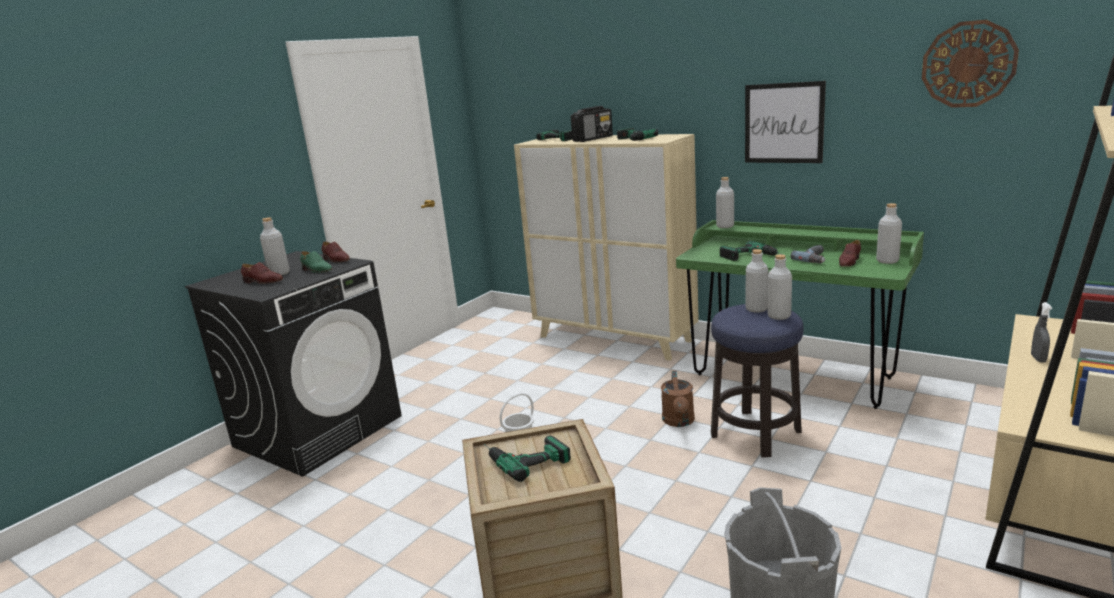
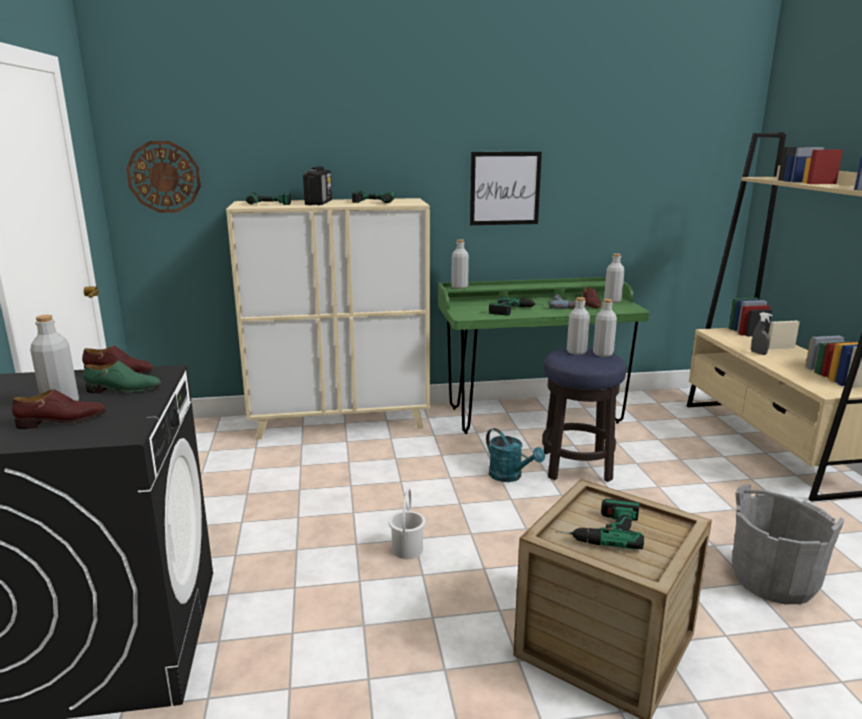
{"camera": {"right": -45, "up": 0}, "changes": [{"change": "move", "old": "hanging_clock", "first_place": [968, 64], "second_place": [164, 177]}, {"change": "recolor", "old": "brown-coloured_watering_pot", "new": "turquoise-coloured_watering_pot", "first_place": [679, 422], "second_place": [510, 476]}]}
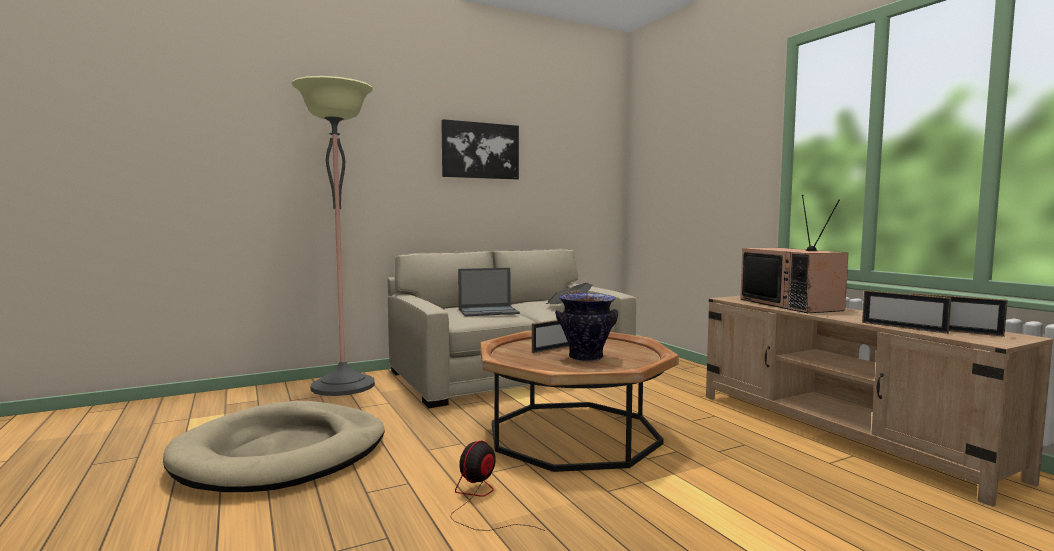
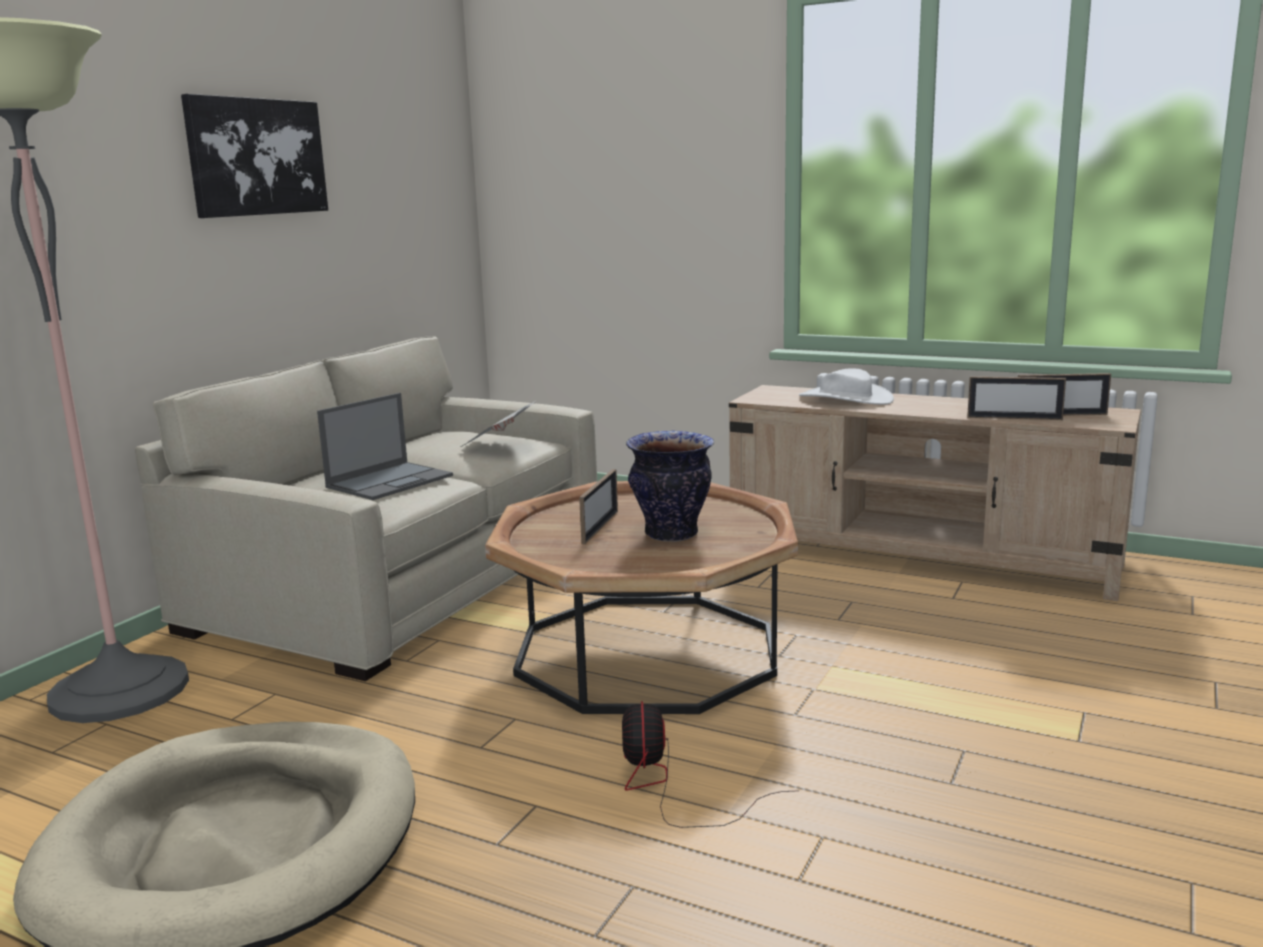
{"camera": {"right": -35, "up": 10}, "changes": [{"change": "replace", "old": "television", "new": "white_hat", "first_place": [792, 305], "second_place": [845, 399]}]}
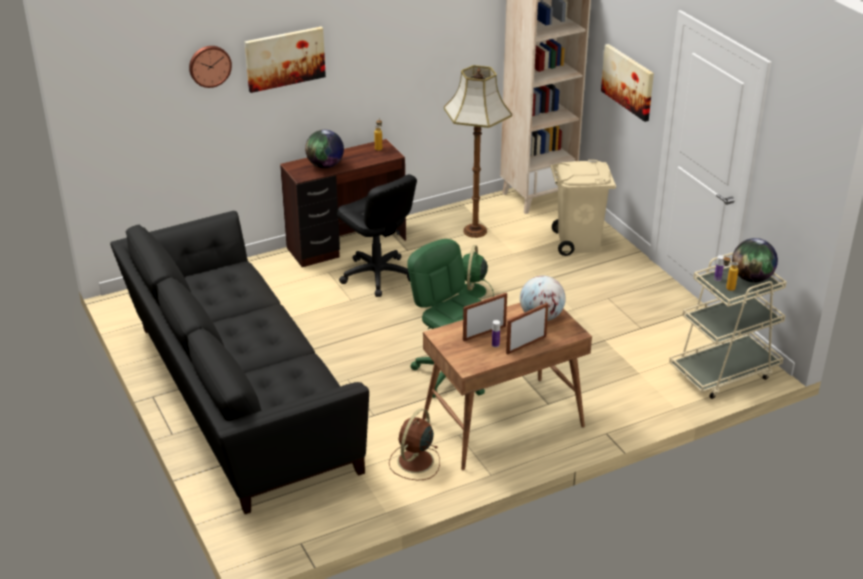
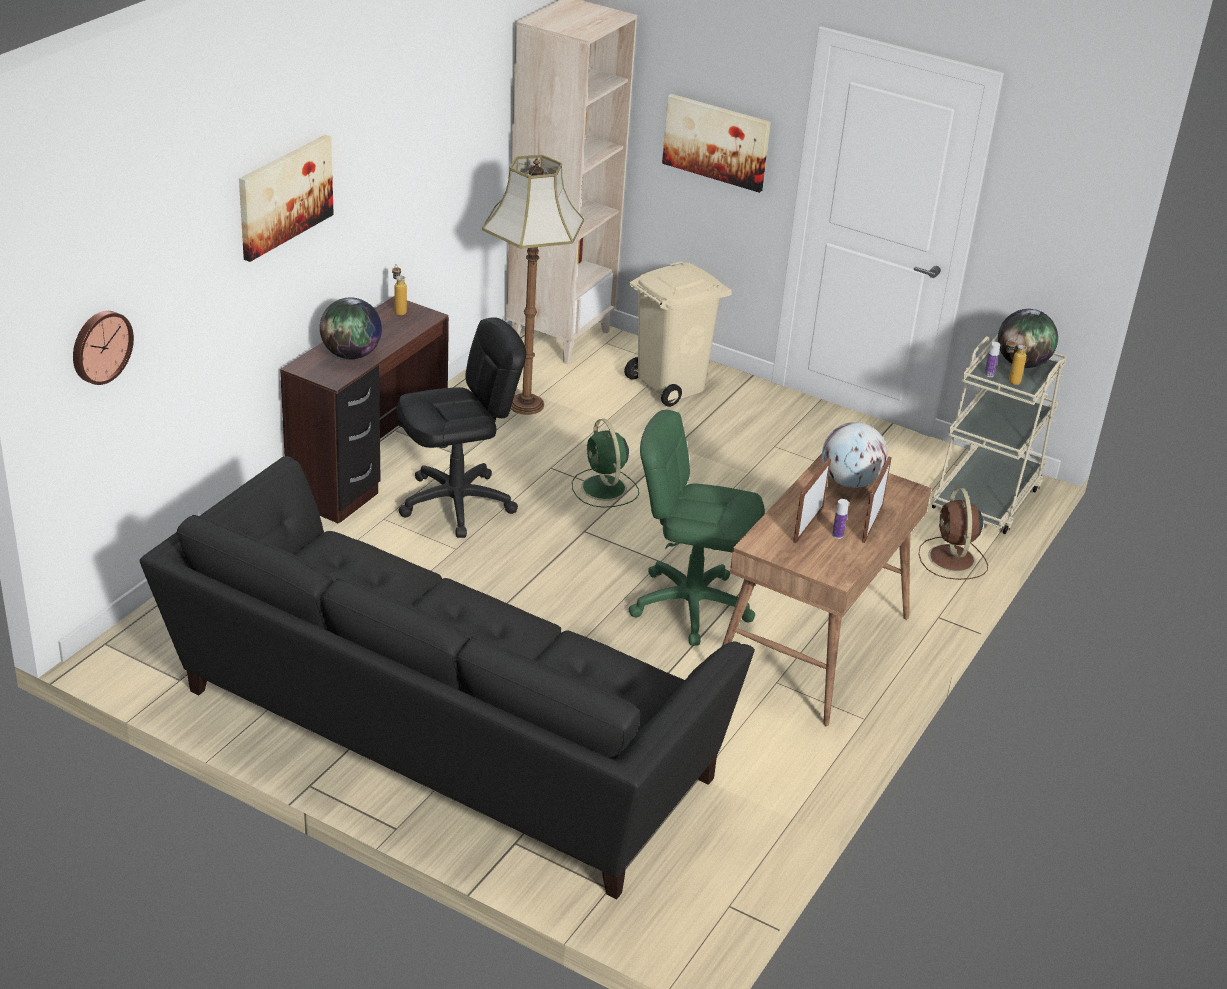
{"camera": {"right": -35, "up": 0}, "changes": [{"change": "move", "old": "hanging_clock", "first_place": [209, 65], "second_place": [100, 346]}, {"change": "move", "old": "brown-coloured_fan", "first_place": [414, 462], "second_place": [952, 560]}, {"change": "rotate", "old": "black_computer_chair", "first_place": [377, 275], "second_place": [457, 503], "degrees": -45}]}
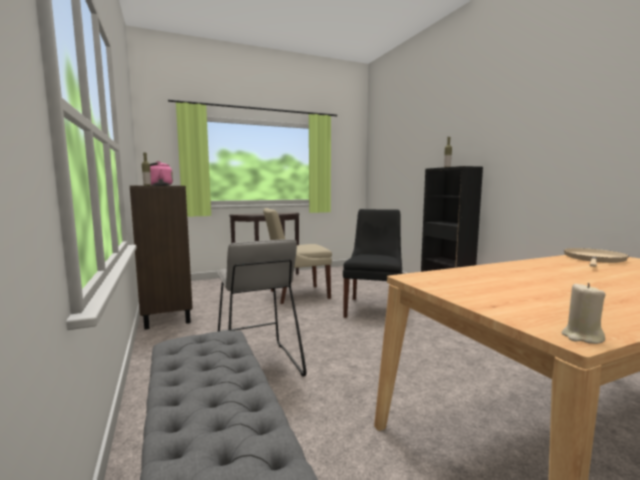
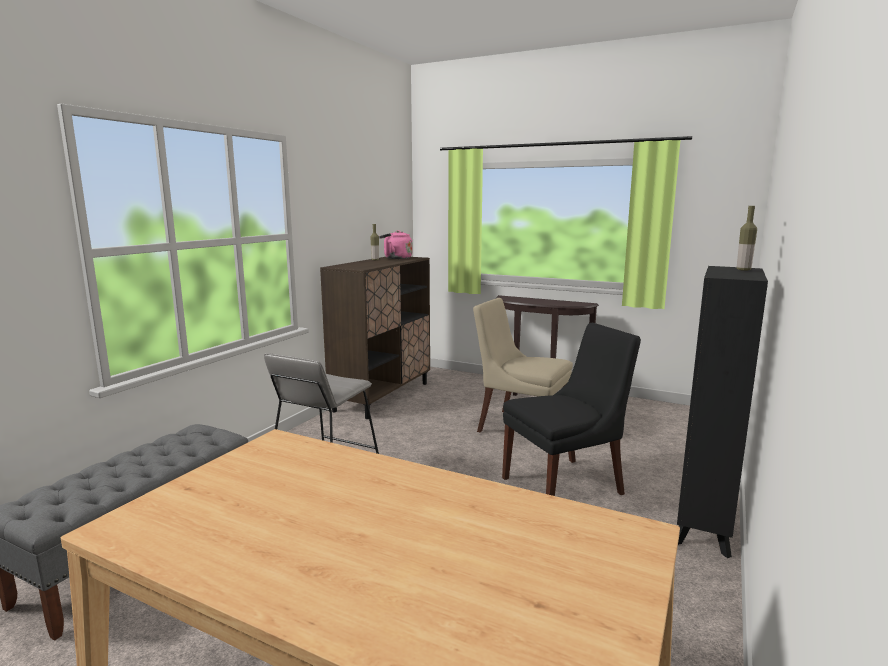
{"camera": {"right": 50, "up": 5}, "changes": [{"change": "delete", "old": "beige-coloured_wax_candle", "first_place": [581, 337]}, {"change": "delete", "old": "beige-coloured_pan", "first_place": [594, 259]}]}
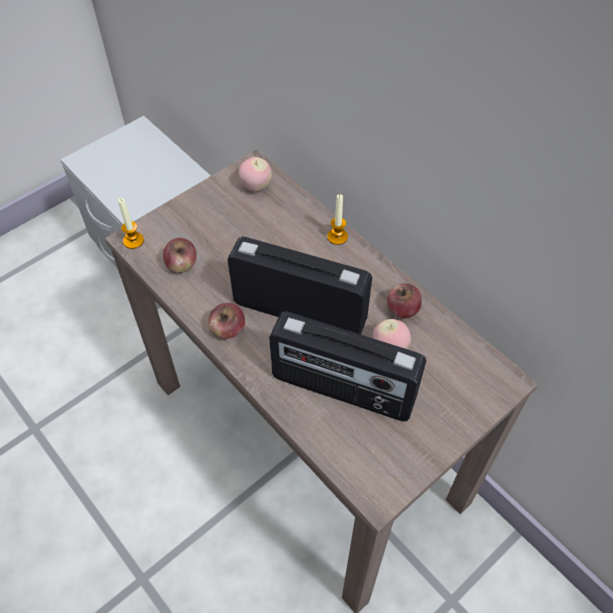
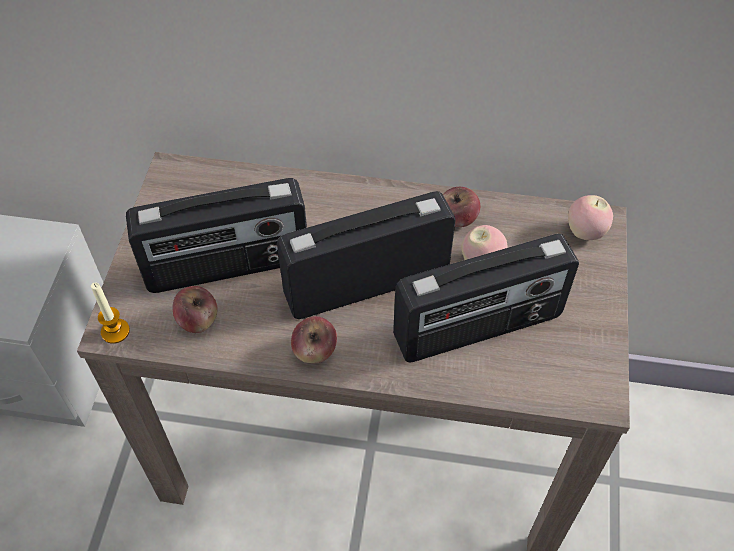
{"camera": {"right": -40, "up": 0}, "changes": [{"change": "delete", "old": "wax_candle", "first_place": [337, 237]}, {"change": "insert", "new": "radio_receiver", "second_place": [228, 267]}, {"change": "move", "old": "whole_apple", "first_place": [256, 186], "second_place": [585, 232]}]}
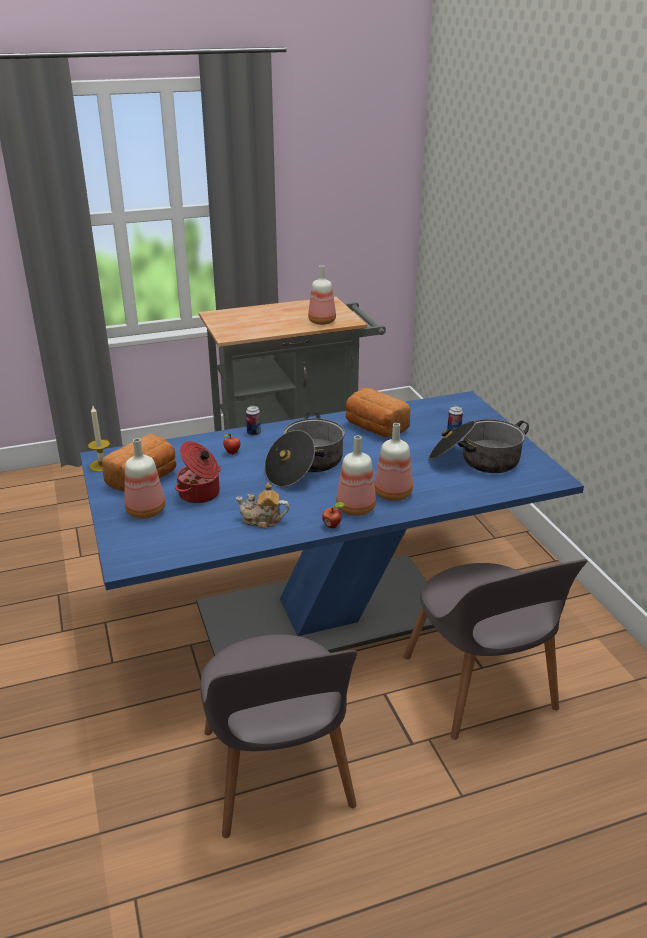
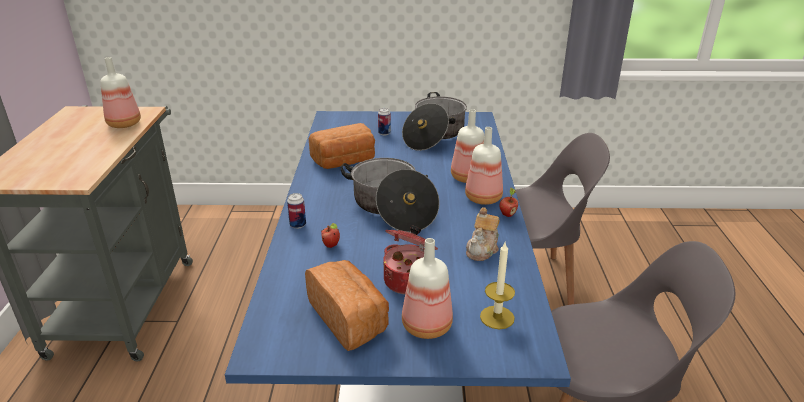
{"camera": {"right": -70, "up": 0}, "changes": [{"change": "move", "old": "wax_candle", "first_place": [102, 465], "second_place": [497, 317]}]}
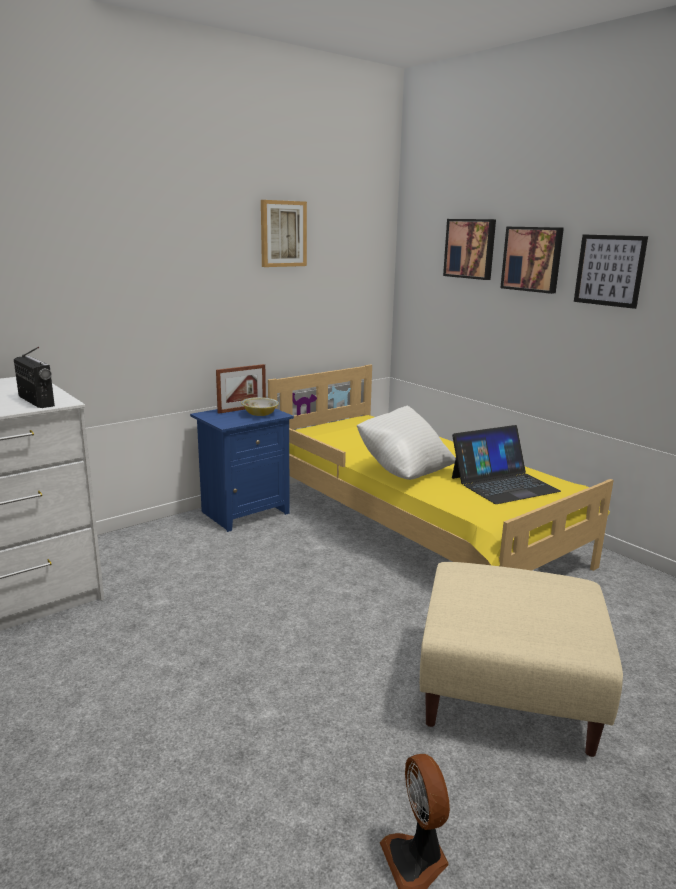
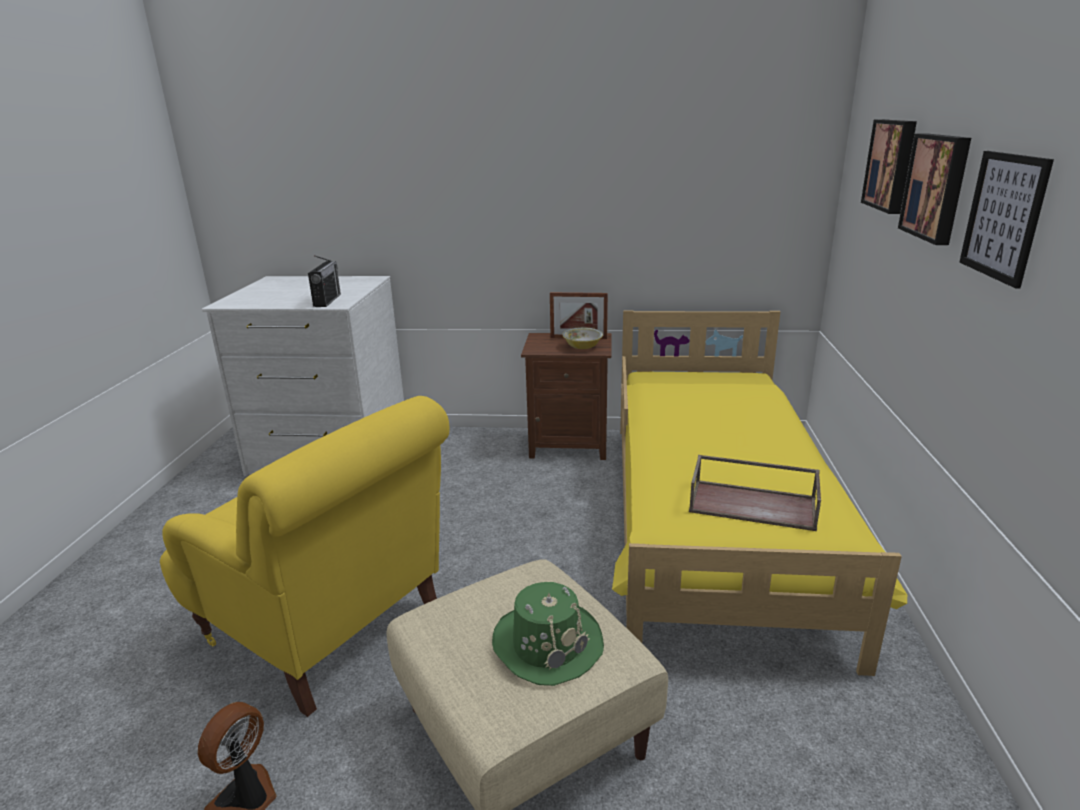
{"camera": {"right": 45, "up": 5}, "changes": [{"change": "delete", "old": "wall_picture", "first_place": [283, 234]}, {"change": "delete", "old": "white_pillow", "first_place": [404, 470]}, {"change": "insert", "new": "yellow_lounge_chair", "second_place": [327, 627]}, {"change": "insert", "new": "green-coloured_hat", "second_place": [547, 644]}, {"change": "replace", "old": "notebook_computer", "new": "brown-coloured_serving_tray", "first_place": [503, 484], "second_place": [754, 504]}, {"change": "recolor", "old": "blue_night_table", "new": "brown-coloured_night_table", "first_place": [244, 512], "second_place": [569, 444]}]}
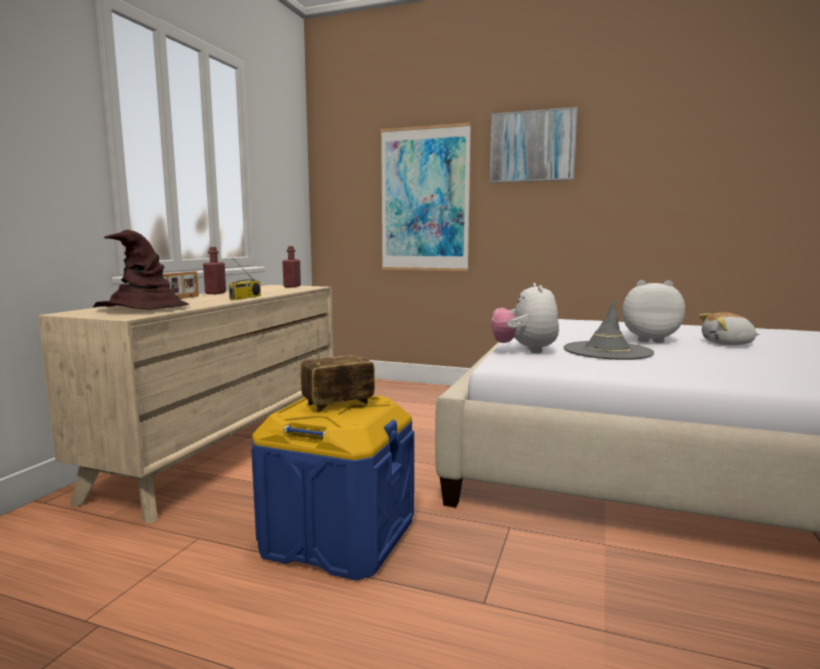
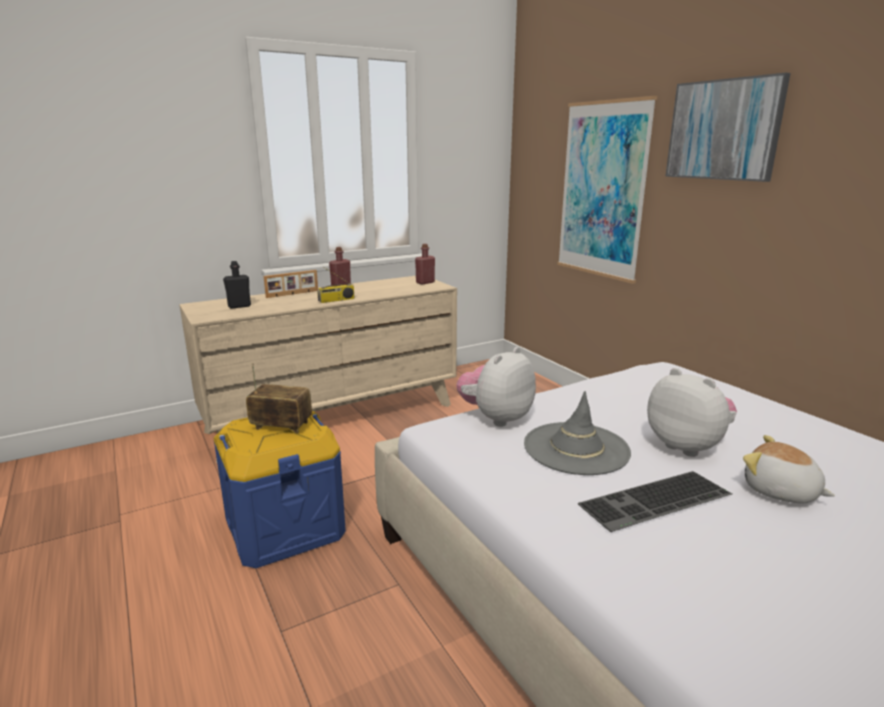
{"camera": {"right": 40, "up": 10}, "changes": [{"change": "insert", "new": "PC_keyboard", "second_place": [656, 502]}, {"change": "replace", "old": "brown-coloured_hat", "new": "black_drink_bottle", "first_place": [141, 308], "second_place": [239, 306]}]}
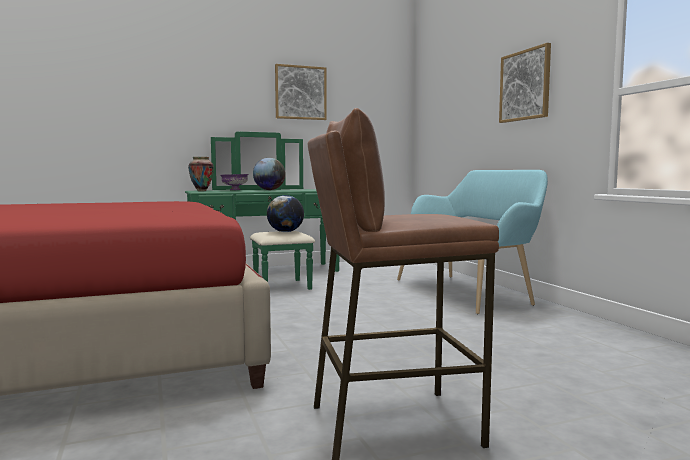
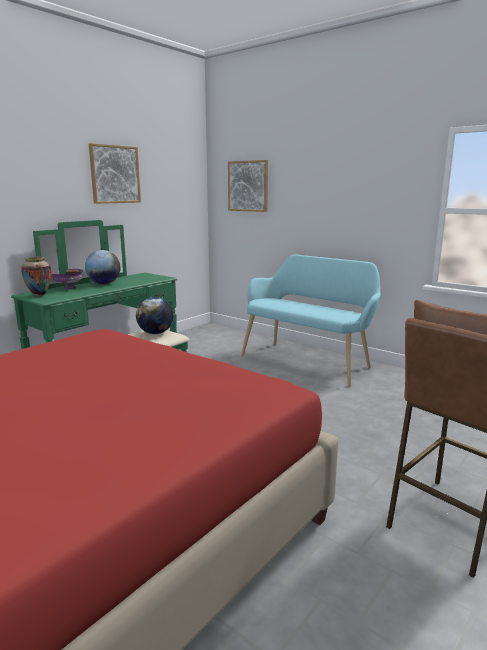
{"camera": {"right": -30, "up": 10}, "changes": [{"change": "move", "old": "wall_picture", "first_place": [525, 85], "second_place": [248, 186]}]}
